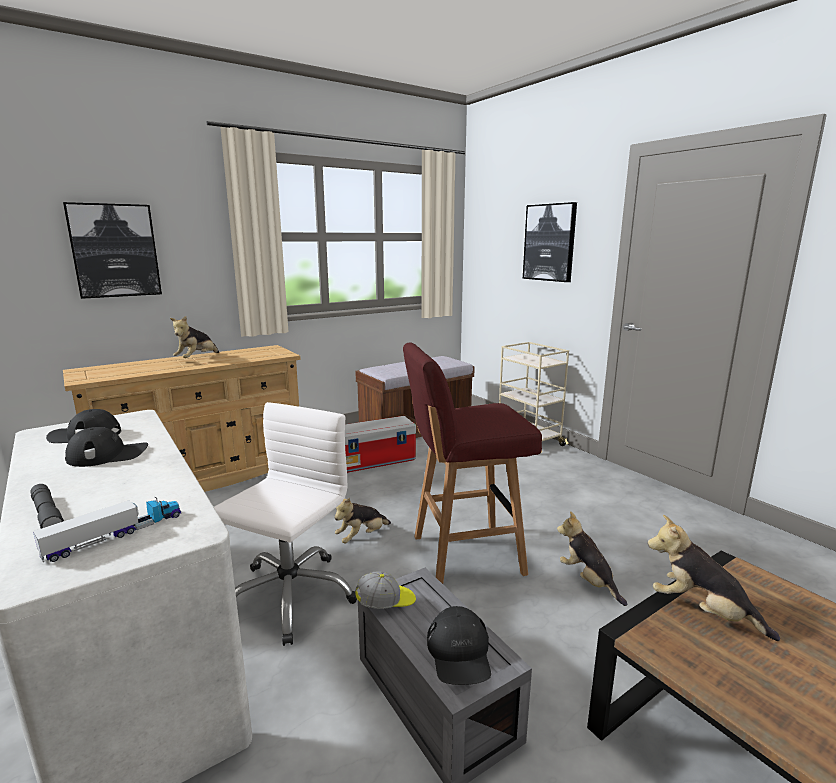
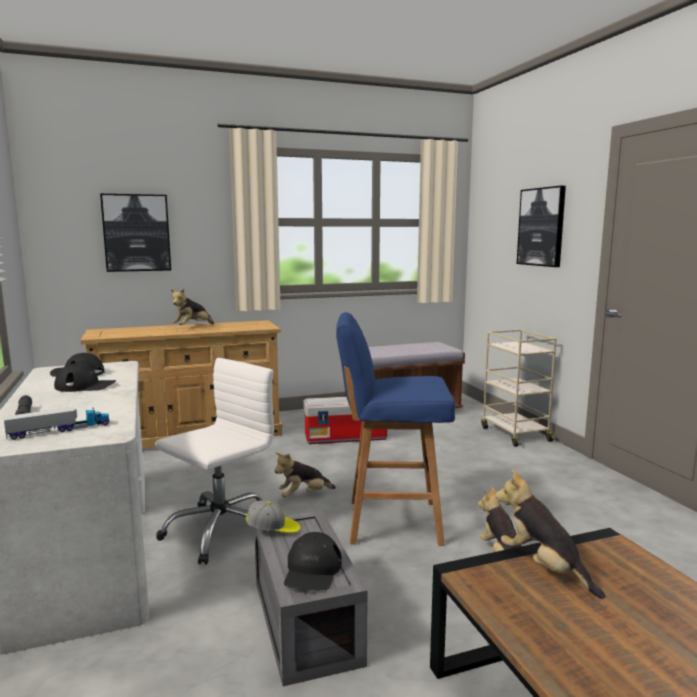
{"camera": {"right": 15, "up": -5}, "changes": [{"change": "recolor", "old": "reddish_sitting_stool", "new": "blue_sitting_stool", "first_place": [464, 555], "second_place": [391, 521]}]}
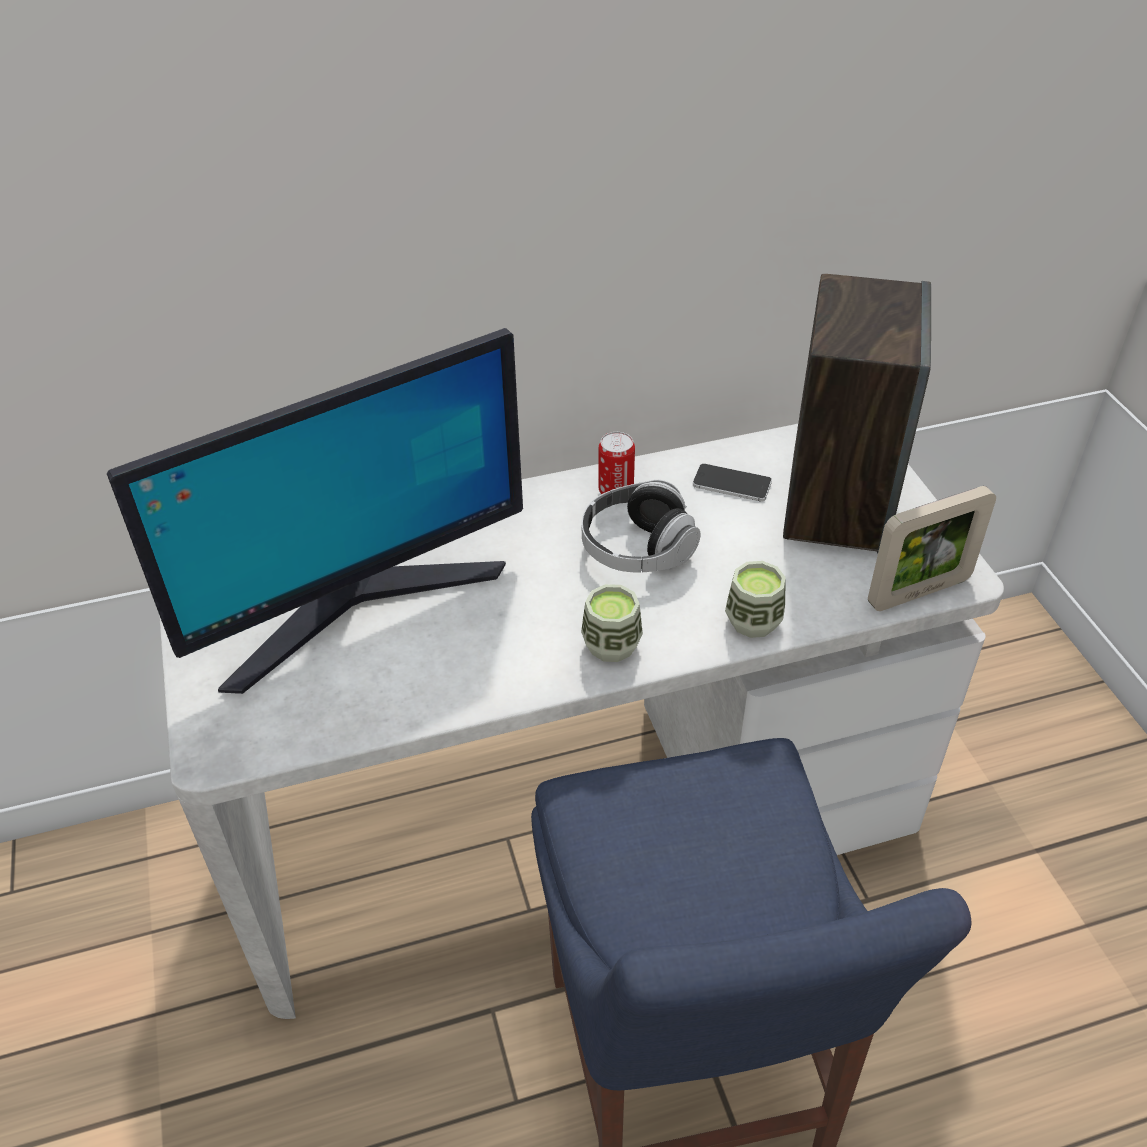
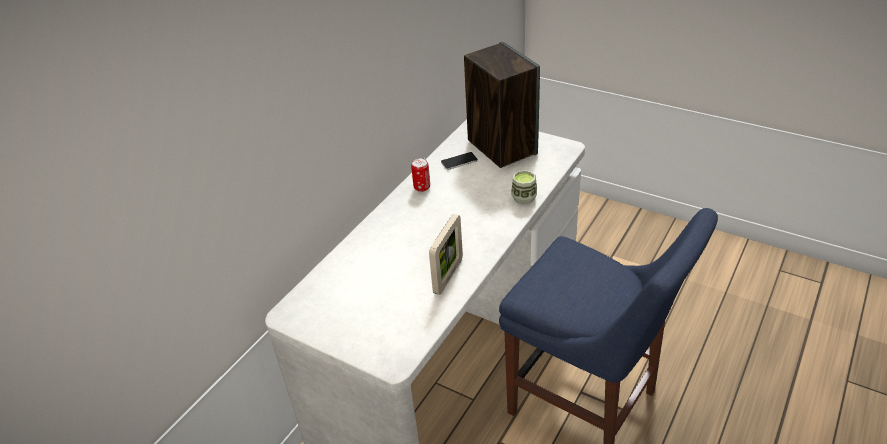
{"camera": {"right": -40, "up": -5}, "changes": [{"change": "delete", "old": "computer_screen", "first_place": [357, 605]}, {"change": "delete", "old": "drinking_cup", "first_place": [611, 645]}, {"change": "delete", "old": "headphones", "first_place": [637, 549]}, {"change": "move", "old": "standing_frame", "first_place": [919, 592], "second_place": [448, 276]}]}
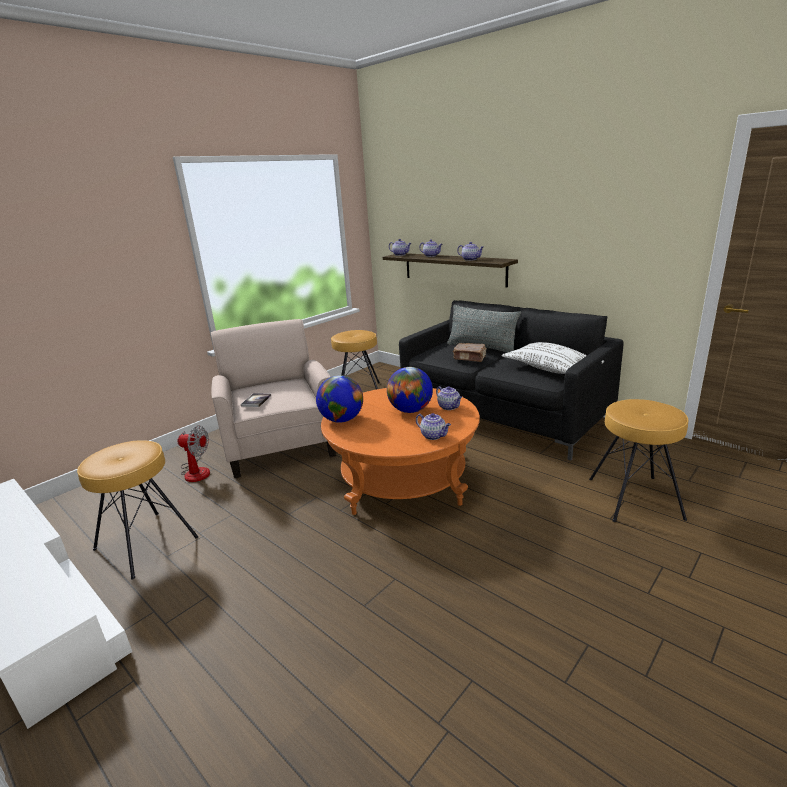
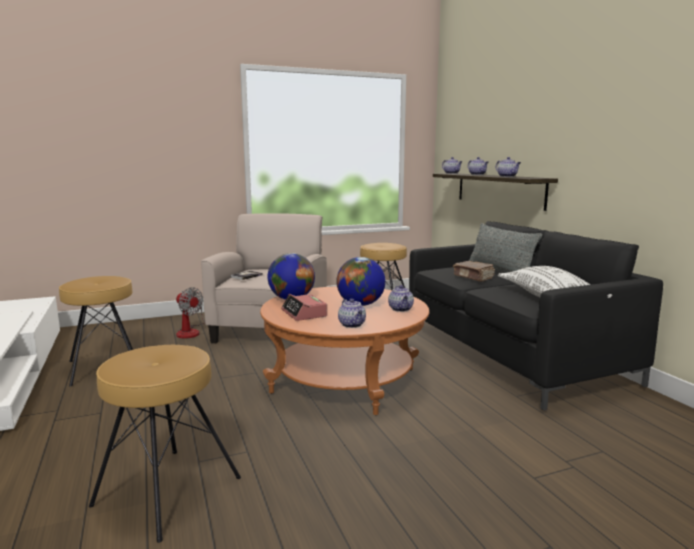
{"camera": {"right": 25, "up": -10}, "changes": [{"change": "insert", "new": "bedside_clock", "second_place": [304, 313]}, {"change": "move", "old": "brown-coloured_sitting_stool", "first_place": [633, 498], "second_place": [167, 491]}]}
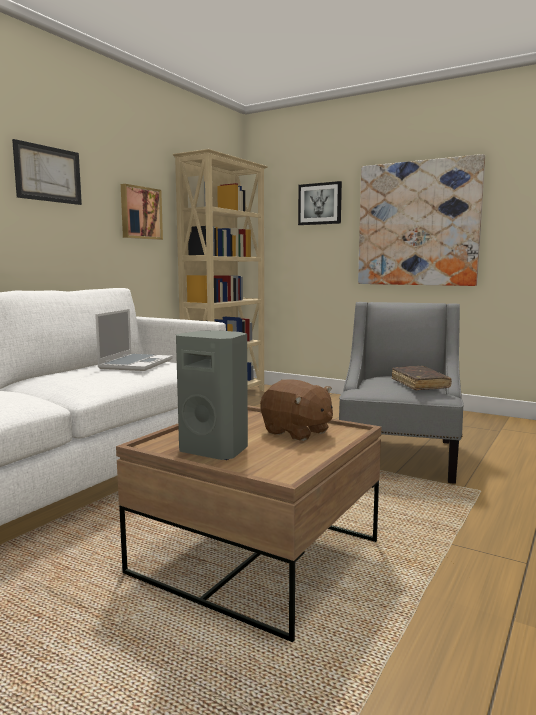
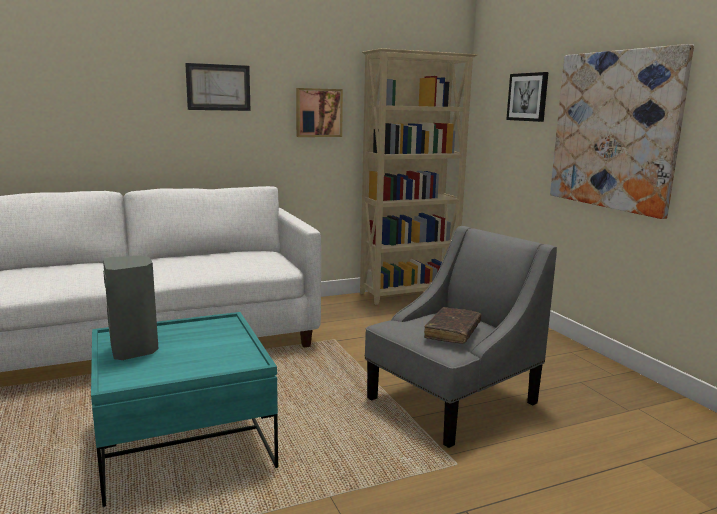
{"camera": {"right": 35, "up": 5}, "changes": [{"change": "delete", "old": "notebook_computer", "first_place": [135, 364]}, {"change": "delete", "old": "brown-coloured_plush_toy", "first_place": [296, 432]}, {"change": "recolor", "old": "brown-coloured_low_table", "new": "turquoise-coloured_low_table", "first_place": [256, 557], "second_place": [184, 443]}]}
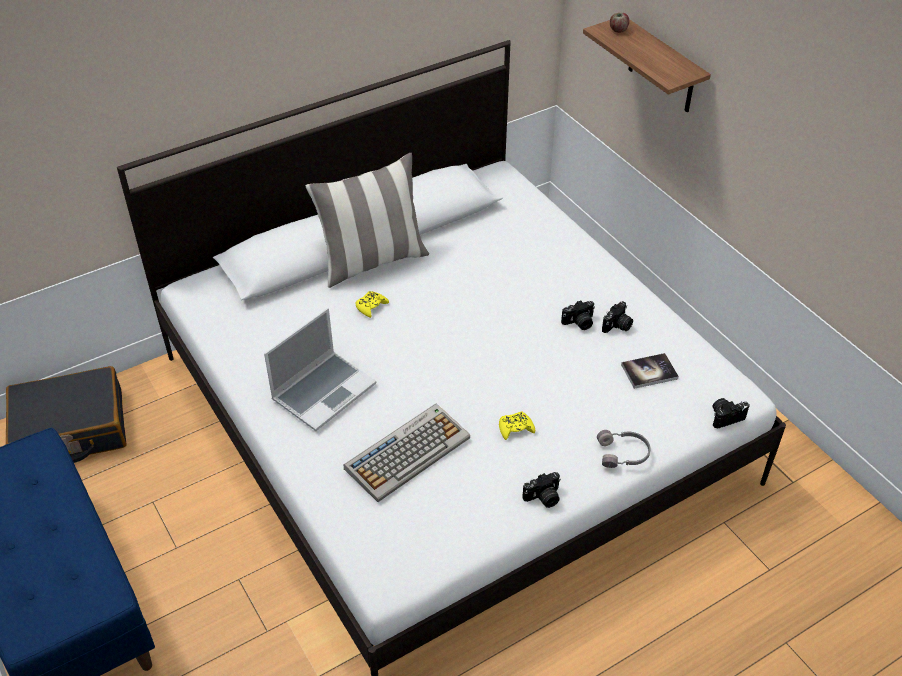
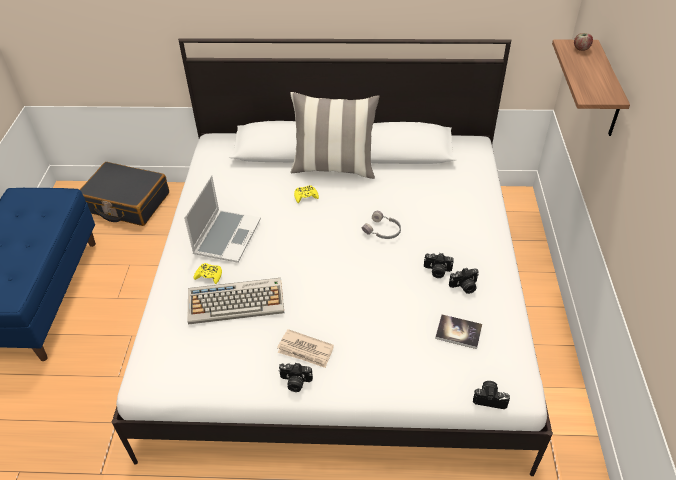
{"camera": {"right": 35, "up": 0}, "changes": [{"change": "insert", "new": "printed_paper", "second_place": [305, 350]}, {"change": "move", "old": "yellow_joypad", "first_place": [515, 428], "second_place": [209, 275]}, {"change": "move", "old": "gray_headphones", "first_place": [623, 454], "second_place": [382, 231]}, {"change": "rotate", "old": "notebook_computer", "first_place": [324, 391], "second_place": [226, 236], "degrees": -60}]}
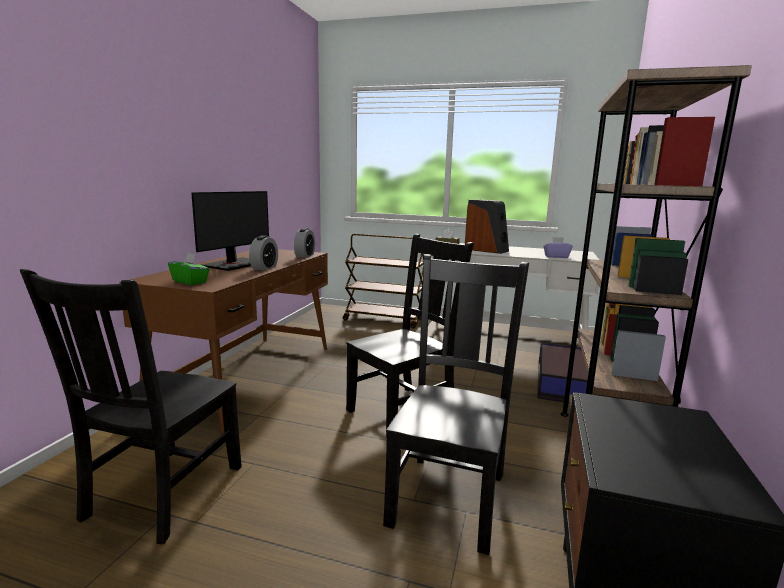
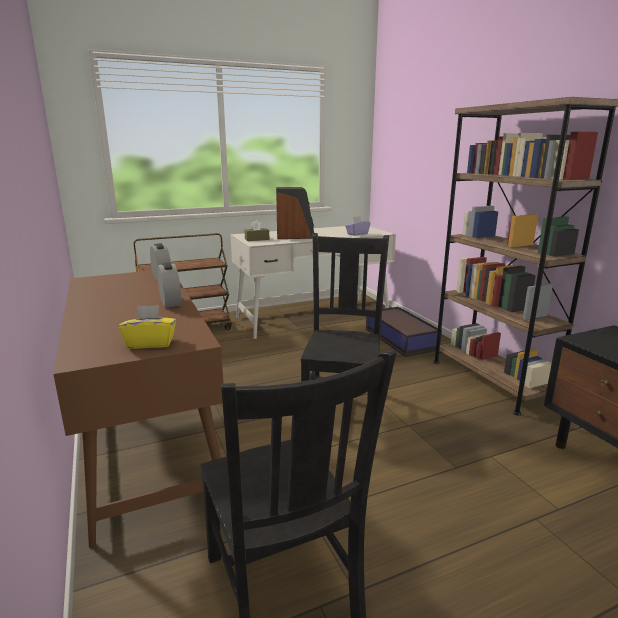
{"camera": {"right": -40, "up": 5}, "changes": [{"change": "delete", "old": "computer_screen", "first_place": [235, 264]}, {"change": "delete", "old": "black_upright_chair", "first_place": [449, 495]}, {"change": "recolor", "old": "green-coloured_tissue_holder", "new": "yellow_tissue_holder", "first_place": [190, 282], "second_place": [151, 343]}]}
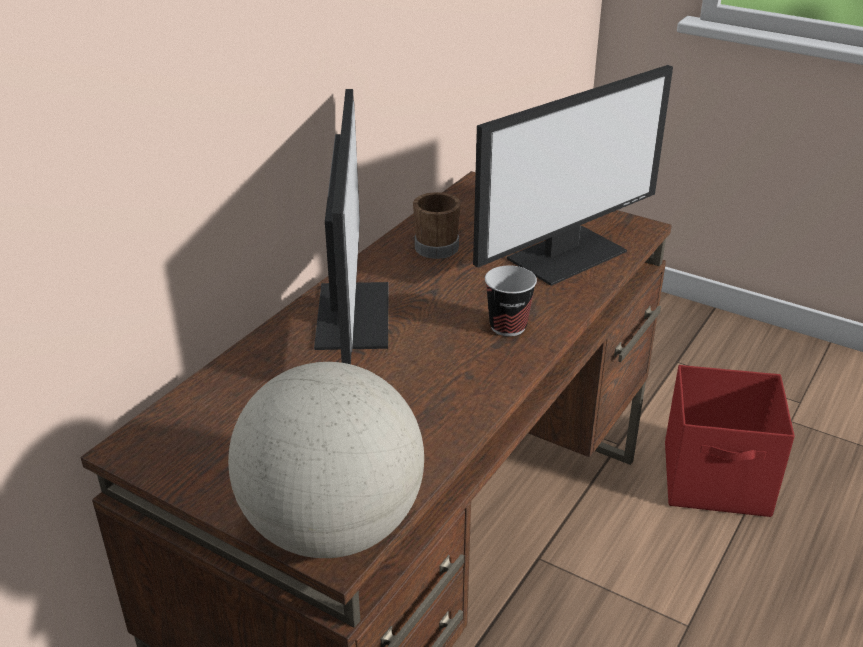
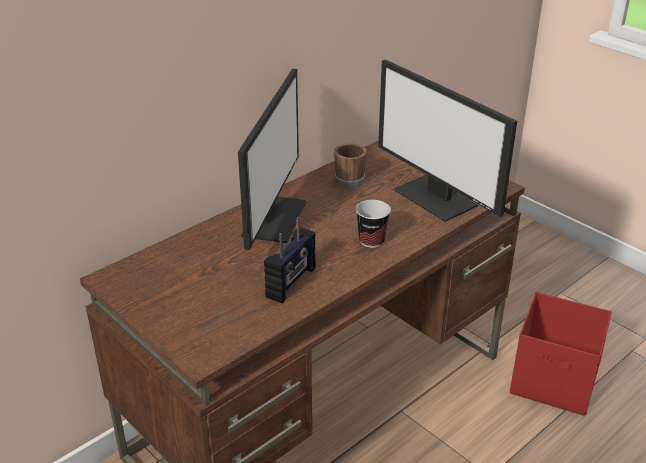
{"camera": {"right": 15, "up": 0}, "changes": [{"change": "delete", "old": "desk_globe", "first_place": [333, 527]}, {"change": "insert", "new": "radio_receiver", "second_place": [292, 282]}, {"change": "rotate", "old": "computer_screen", "first_place": [566, 254], "second_place": [437, 197], "degrees": 75}]}
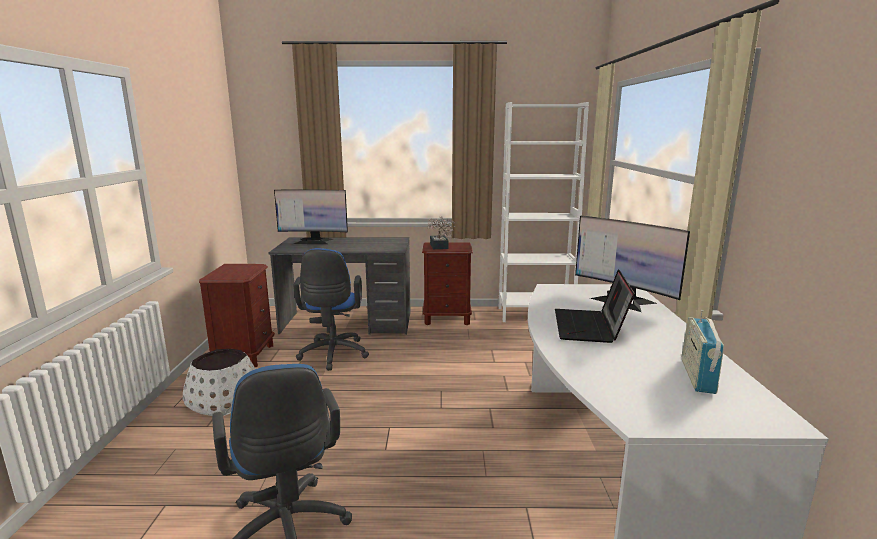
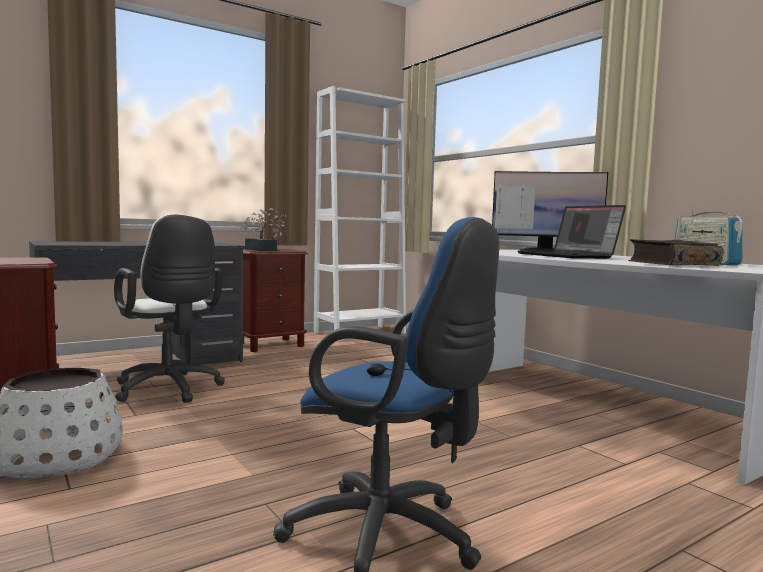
{"camera": {"right": -35, "up": -10}, "changes": [{"change": "delete", "old": "computer_screen", "first_place": [314, 241]}, {"change": "insert", "new": "bound_book", "second_place": [672, 264]}, {"change": "recolor", "old": "blue_computer_chair", "new": "white_computer_chair", "first_place": [333, 355], "second_place": [169, 390]}]}
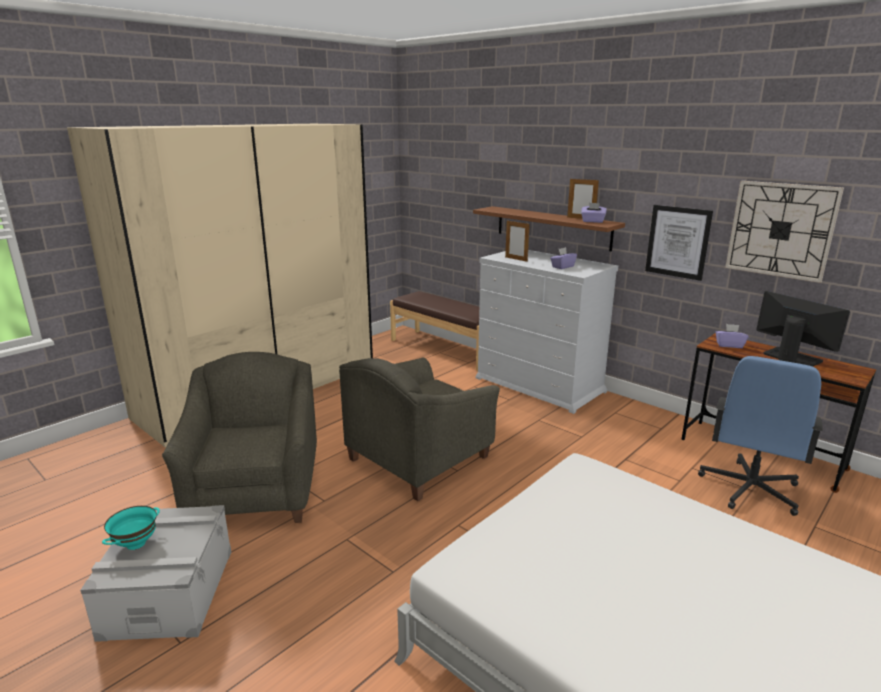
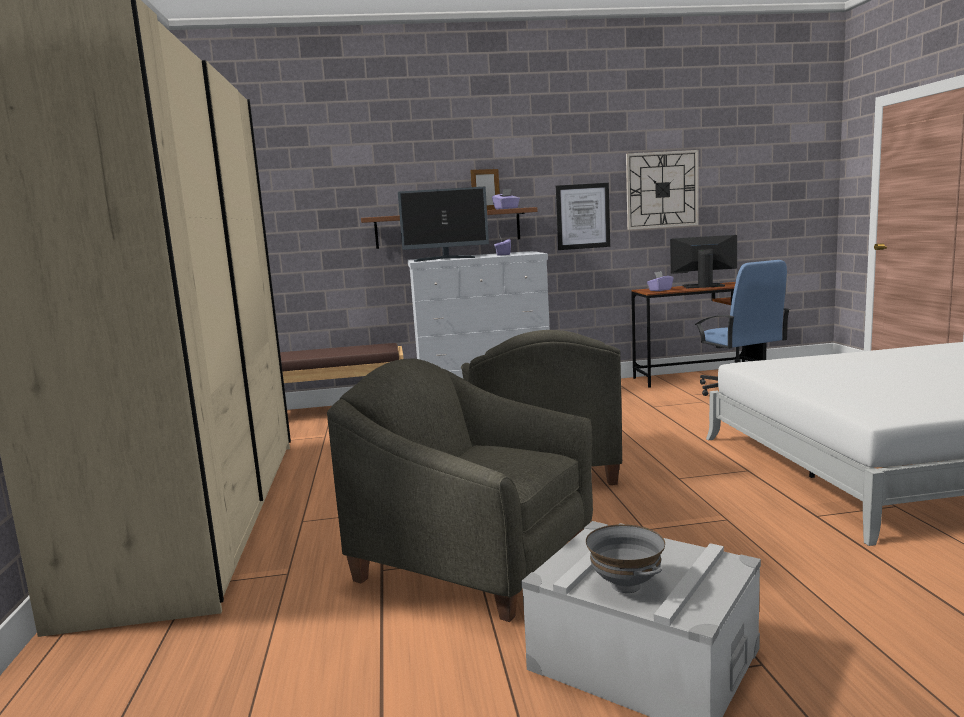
{"camera": {"right": -50, "up": -10}, "changes": [{"change": "replace", "old": "standing_frame", "new": "computer_screen", "first_place": [516, 259], "second_place": [446, 259]}, {"change": "recolor", "old": "turquoise-coloured_bowl", "new": "gray_bowl", "first_place": [136, 543], "second_place": [625, 586]}]}
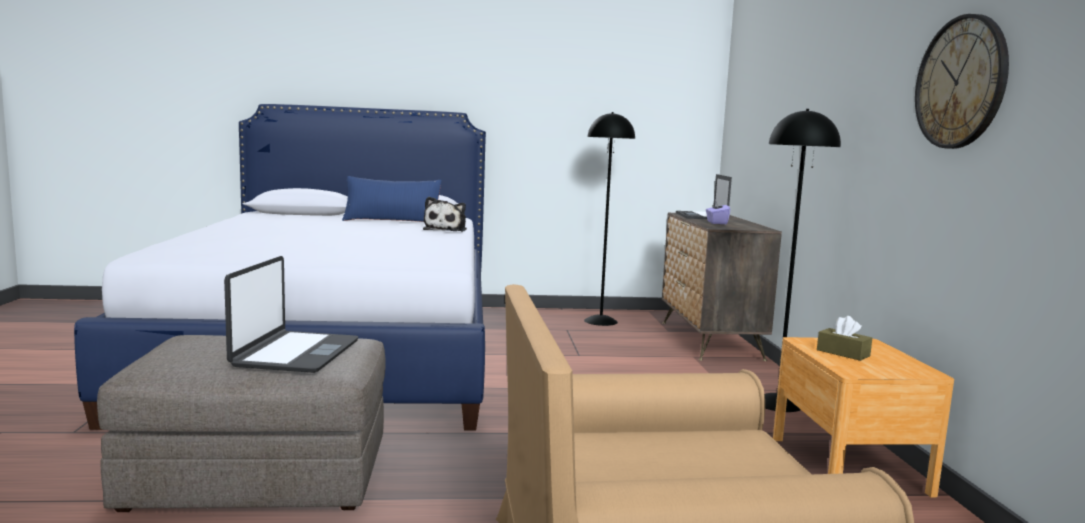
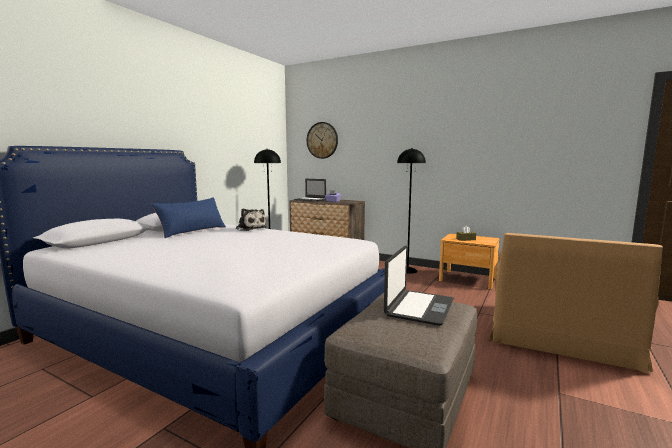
{"camera": {"right": -55, "up": 0}, "changes": [{"change": "move", "old": "hanging_clock", "first_place": [961, 82], "second_place": [322, 140]}, {"change": "rotate", "old": "notebook_computer", "first_place": [295, 353], "second_place": [419, 308], "degrees": 75}]}
